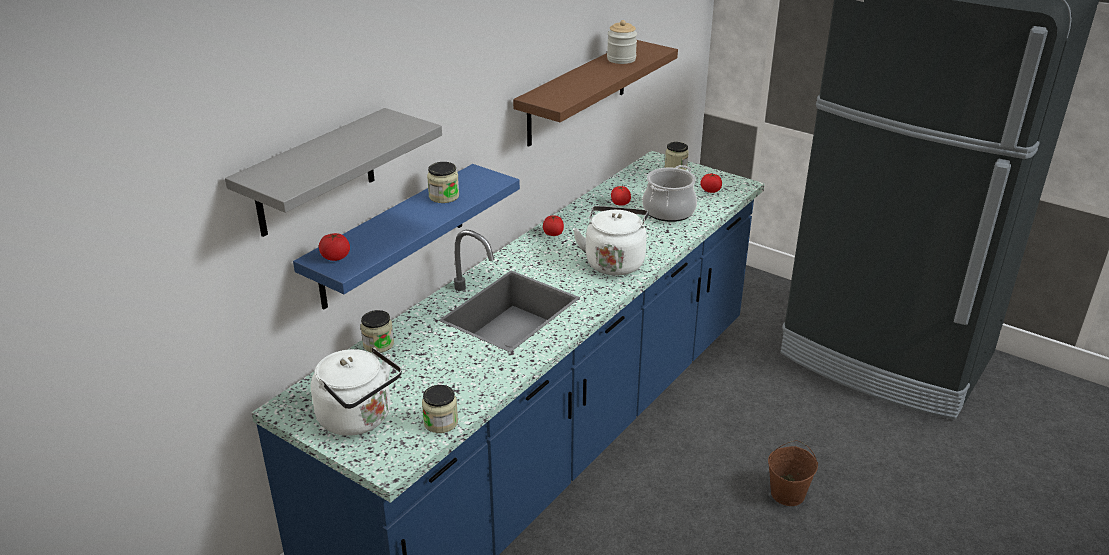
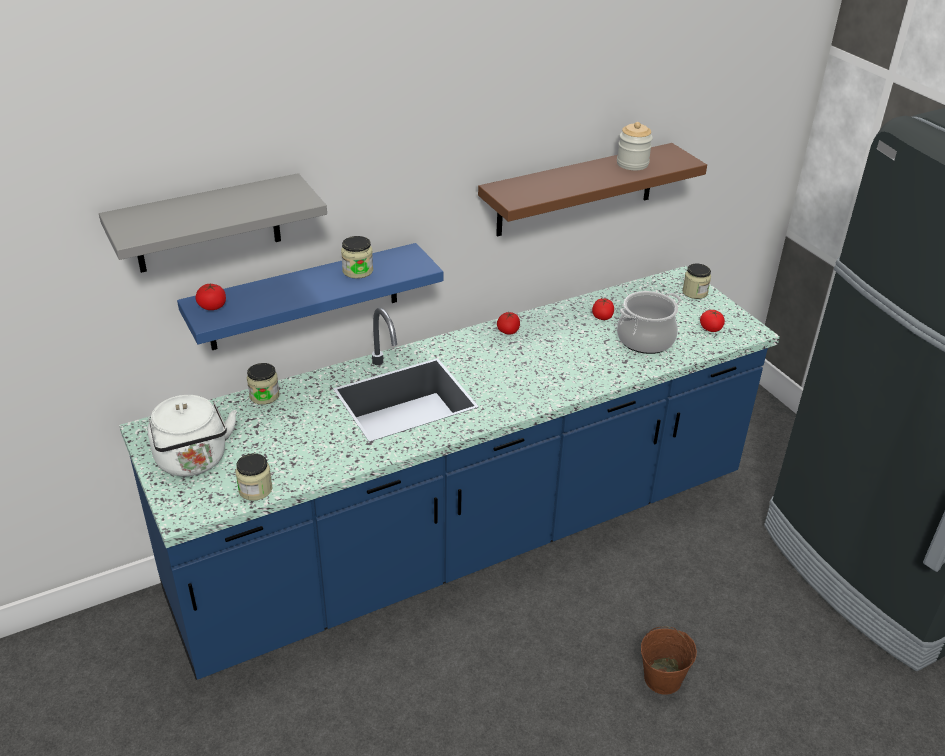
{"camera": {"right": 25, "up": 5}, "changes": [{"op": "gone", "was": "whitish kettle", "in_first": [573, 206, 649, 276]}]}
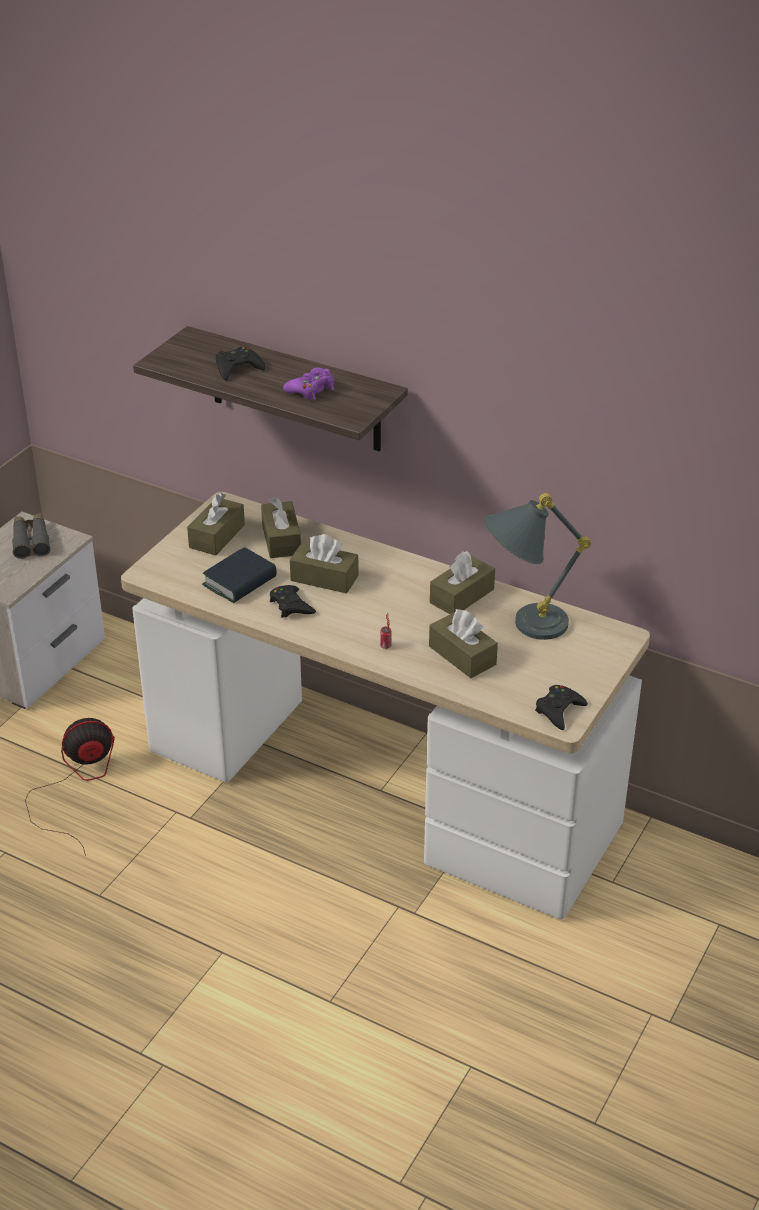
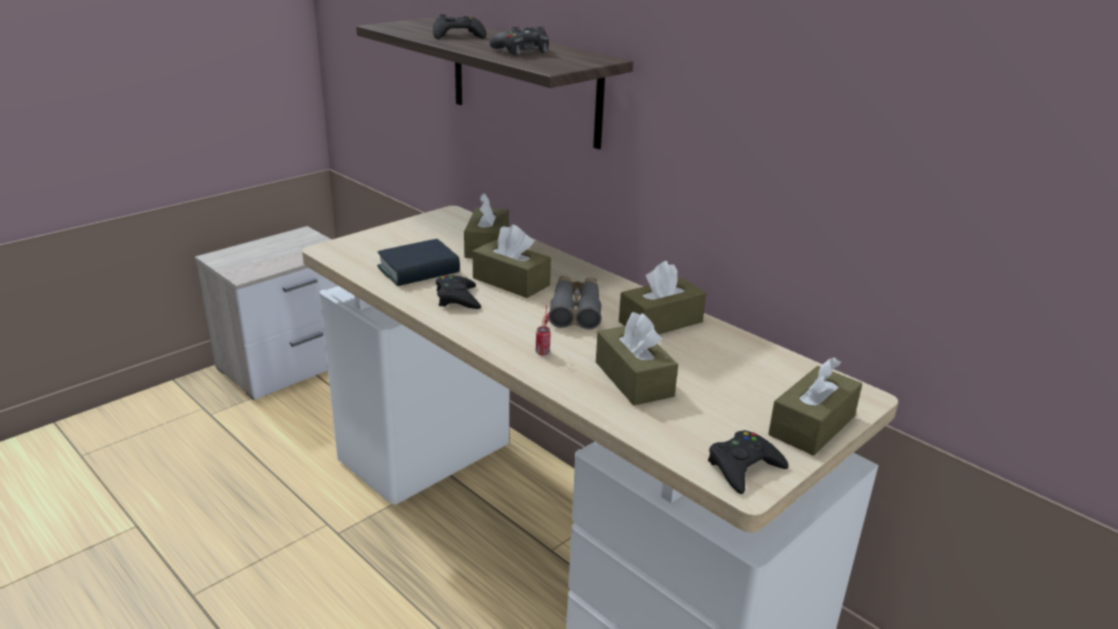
{"camera": {"right": 15, "up": -10}, "changes": [{"op": "repainted", "was": "purple-coloured game controller", "now": "blackish game controller", "in_first": [283, 367, 334, 400], "in_second": [489, 26, 549, 55]}, {"op": "shifted", "was": "gray field glasses", "in_first": [12, 513, 51, 559], "in_second": [548, 276, 602, 329]}, {"op": "shifted", "was": "brownish box of tissues", "in_first": [187, 493, 245, 555], "in_second": [768, 357, 862, 456]}, {"op": "gone", "was": "electric fan", "in_first": [25, 718, 115, 856]}, {"op": "gone", "was": "gray tabletop lamp", "in_first": [484, 493, 591, 640]}]}
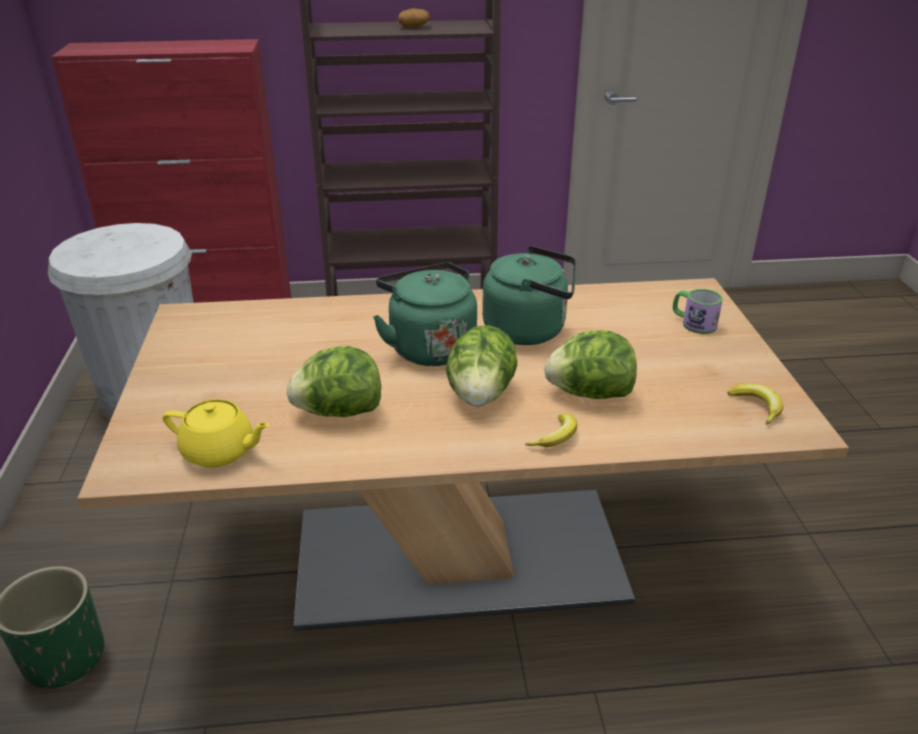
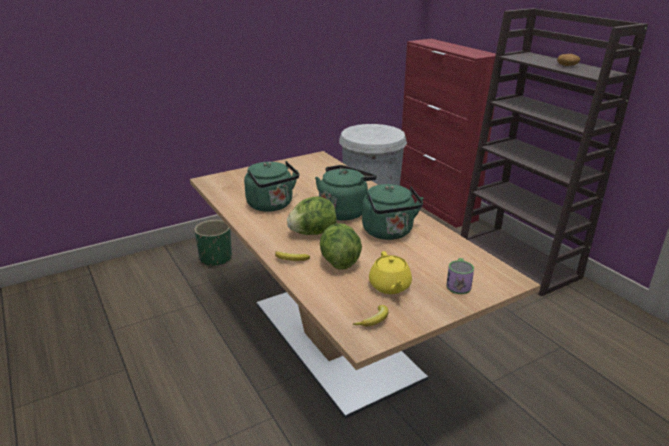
{"camera": {"right": 65, "up": -5}, "changes": [{"op": "swapped", "was": "head of lettuce", "now": "green-coloured kettle", "in_first": [287, 346, 381, 417], "in_second": [244, 161, 299, 212]}, {"op": "shifted", "was": "yellow-coloured pot for tea", "in_first": [163, 399, 270, 467], "in_second": [369, 251, 412, 294]}]}
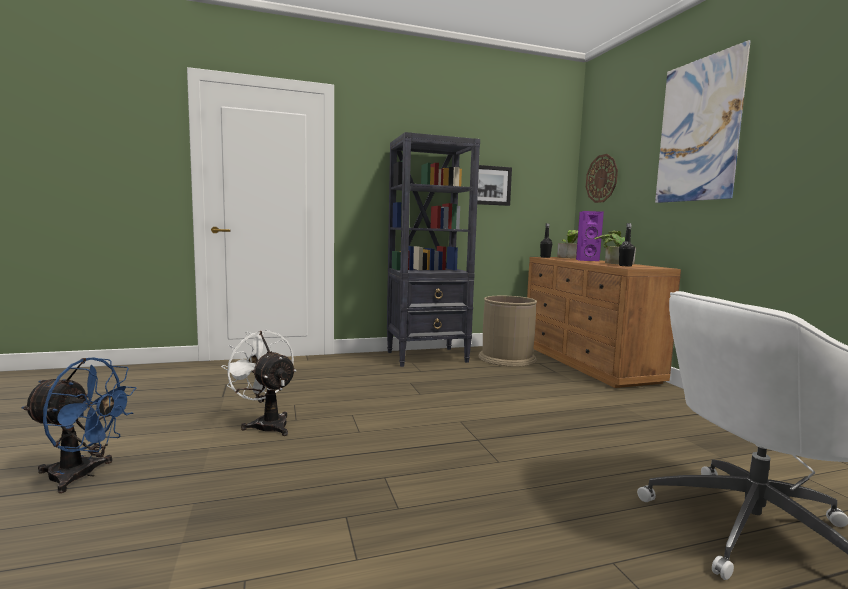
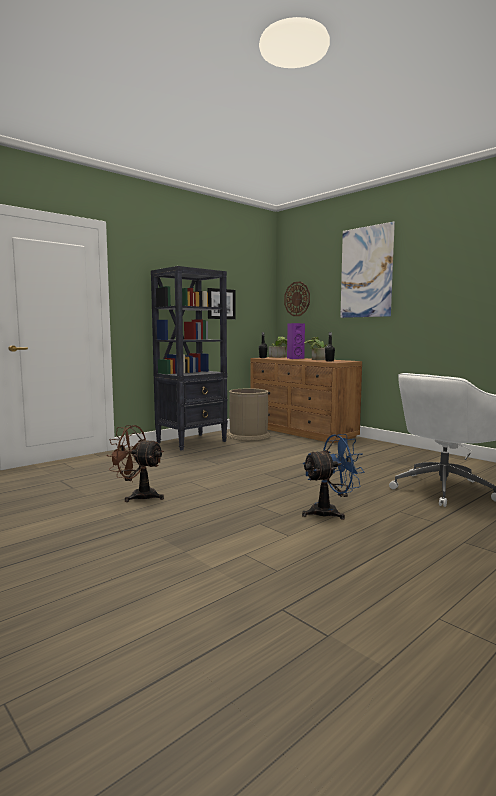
{"camera": {"right": -25, "up": 0}, "changes": [{"op": "repainted", "was": "whitish electric fan", "now": "brownish electric fan", "in_first": [221, 330, 296, 436], "in_second": [106, 425, 164, 502]}, {"op": "shifted", "was": "blue-coloured electric fan", "in_first": [22, 357, 137, 493], "in_second": [302, 434, 364, 520]}]}
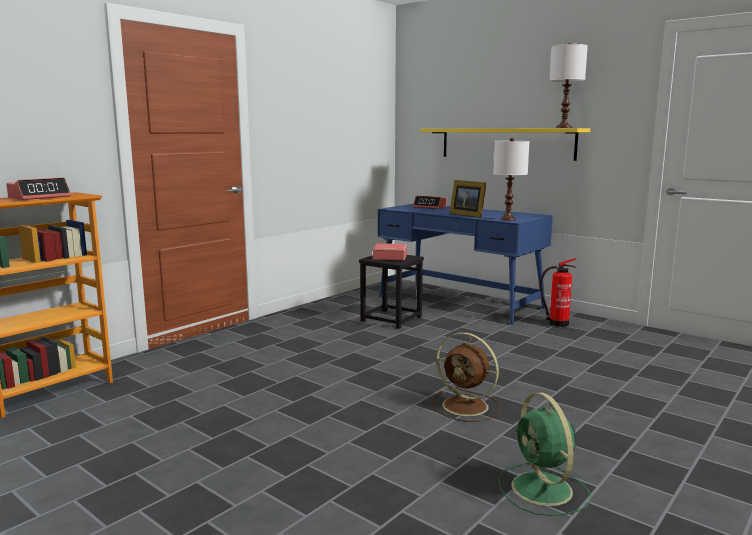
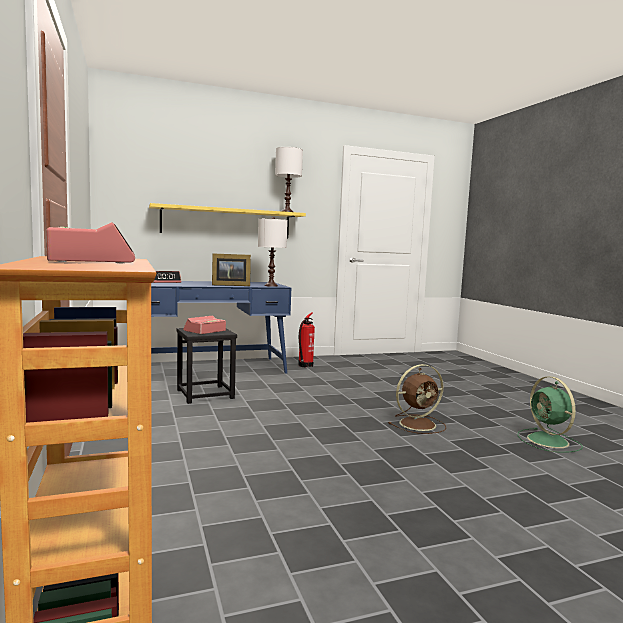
{"camera": {"right": -60, "up": -5}, "changes": [{"op": "rotated", "was": "green-coloured electric fan", "in_first": [498, 392, 591, 516], "in_second": [517, 376, 583, 453], "clockwise": 60}]}
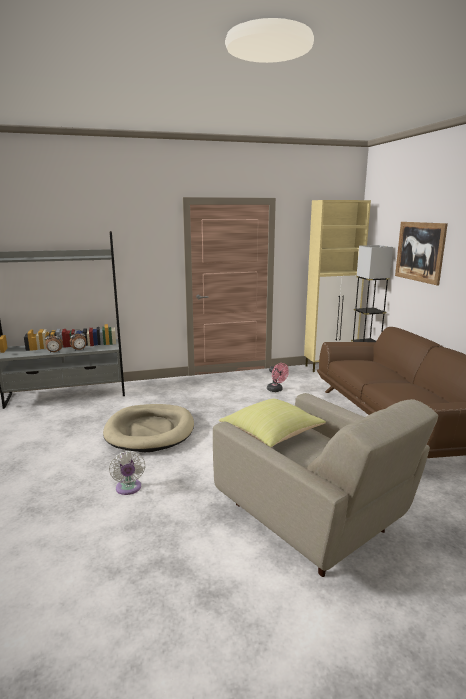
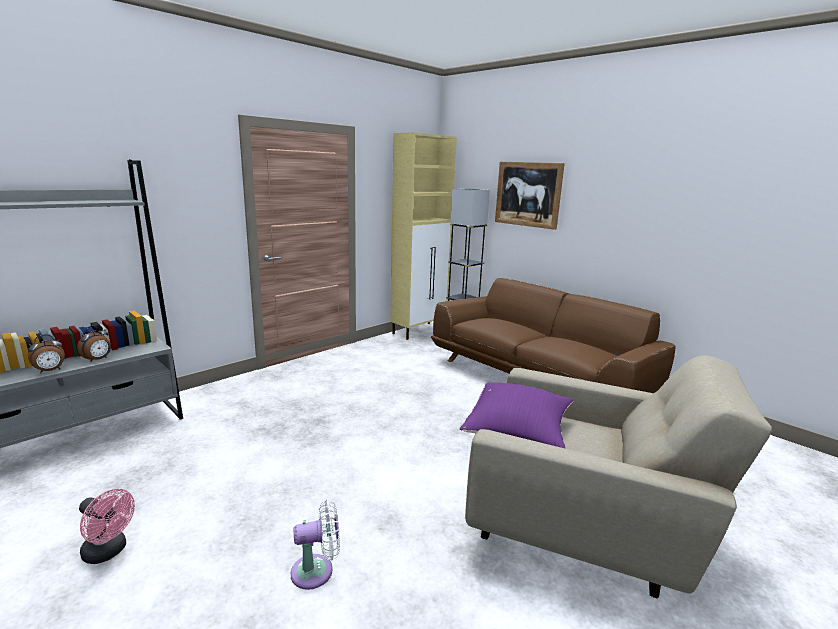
{"camera": {"right": -30, "up": 0}, "changes": [{"op": "shifted", "was": "pink electric fan", "in_first": [267, 363, 289, 392], "in_second": [79, 489, 135, 564]}, {"op": "rotated", "was": "whitish electric fan", "in_first": [109, 451, 146, 495], "in_second": [291, 500, 340, 590], "clockwise": -60}, {"op": "repainted", "was": "yellow-coloured throw pillow", "now": "purple-coloured throw pillow", "in_first": [219, 399, 326, 447], "in_second": [460, 382, 574, 449]}, {"op": "gone", "was": "beige dog cushion", "in_first": [103, 404, 194, 452]}]}
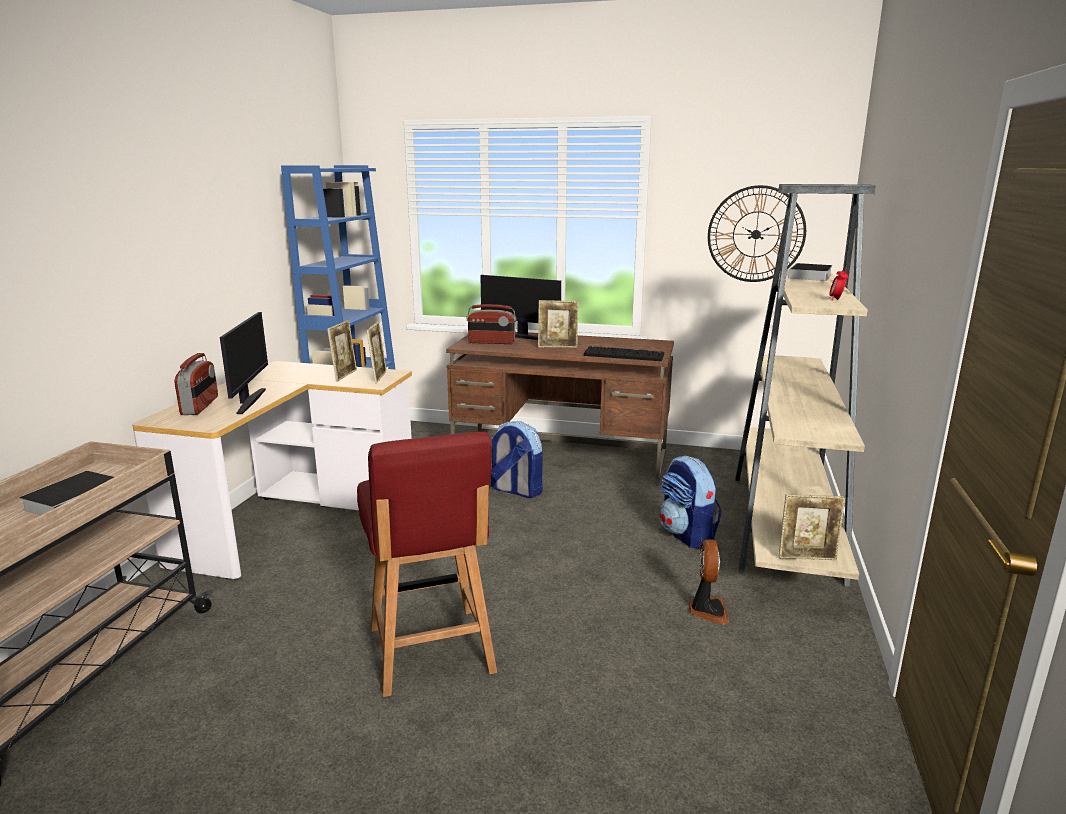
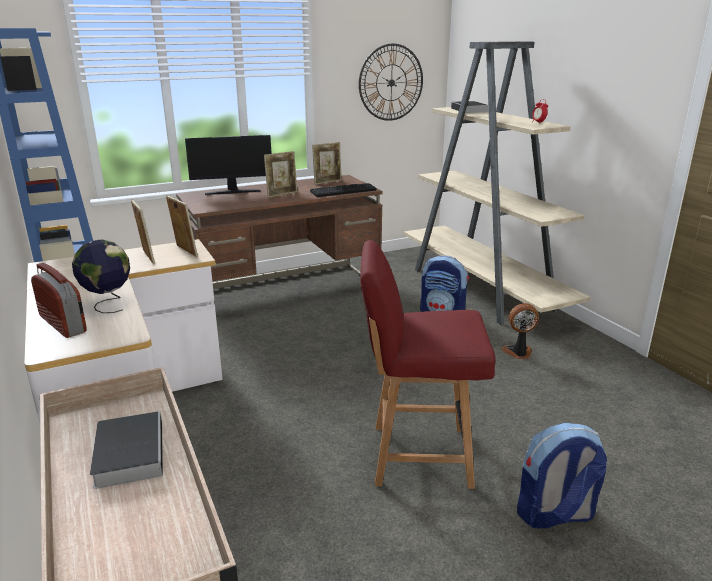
{"camera": {"right": -40, "up": 5}, "changes": [{"op": "swapped", "was": "computer display", "now": "desk globe", "in_first": [220, 312, 268, 414], "in_second": [72, 240, 130, 313]}, {"op": "shifted", "was": "standing frame", "in_first": [778, 494, 845, 560], "in_second": [312, 142, 342, 185]}, {"op": "rotated", "was": "reddish upright chair", "in_first": [357, 432, 497, 697], "in_second": [360, 240, 495, 489], "clockwise": 150}, {"op": "rotated", "was": "electric fan", "in_first": [688, 539, 729, 624], "in_second": [501, 303, 539, 359], "clockwise": -60}, {"op": "shifted", "was": "backpack", "in_first": [491, 421, 543, 498], "in_second": [517, 423, 607, 529]}, {"op": "gone", "was": "radio", "in_first": [467, 304, 516, 344]}]}
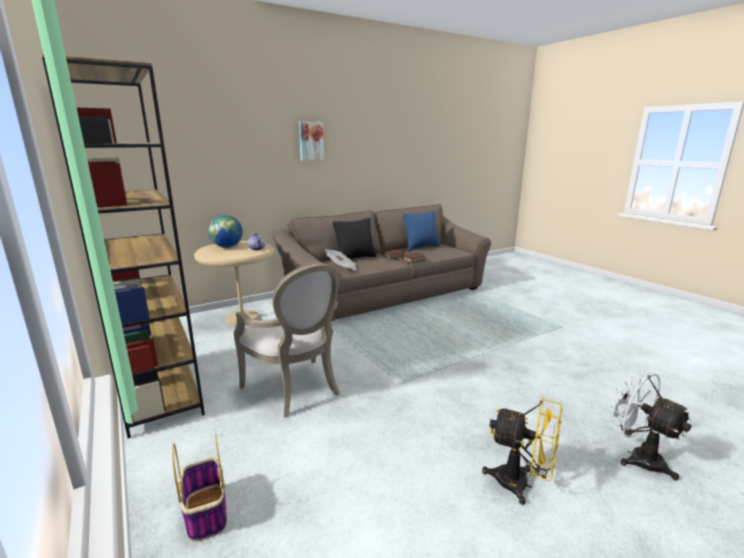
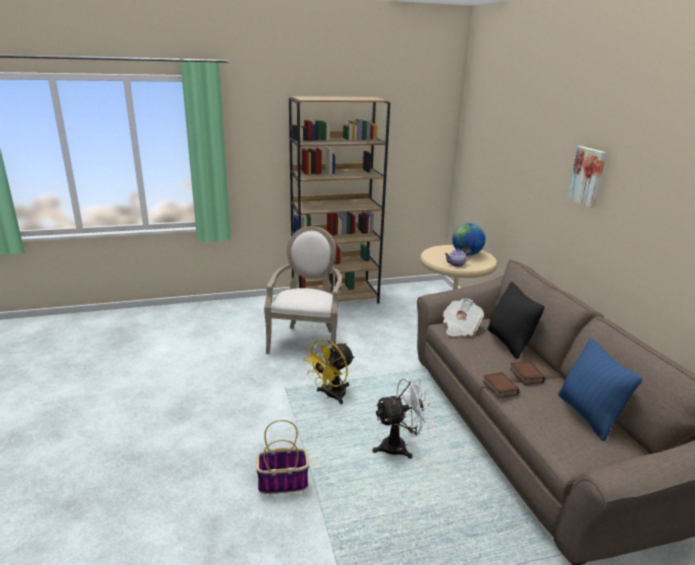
{"camera": {"right": 105, "up": 5}, "changes": [{"op": "shifted", "was": "basket", "in_first": [172, 434, 227, 542], "in_second": [256, 420, 309, 494]}, {"op": "rotated", "was": "armchair", "in_first": [234, 262, 340, 417], "in_second": [264, 226, 342, 354], "clockwise": 120}, {"op": "shifted", "was": "yellow-coloured electric fan", "in_first": [482, 397, 562, 505], "in_second": [303, 339, 355, 404]}, {"op": "shifted", "was": "whitish electric fan", "in_first": [608, 368, 692, 481], "in_second": [372, 378, 433, 459]}]}
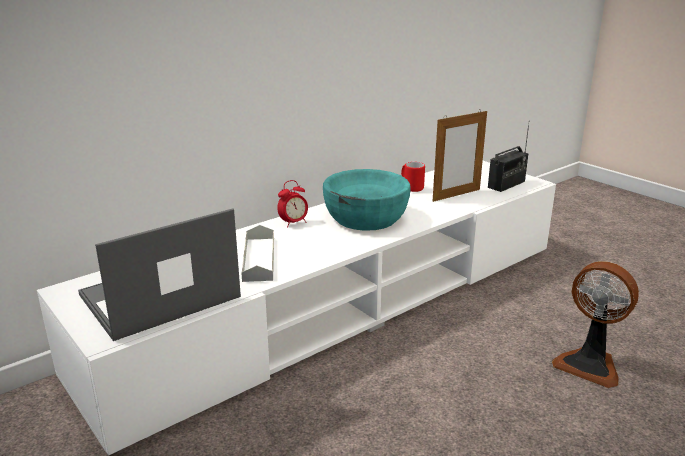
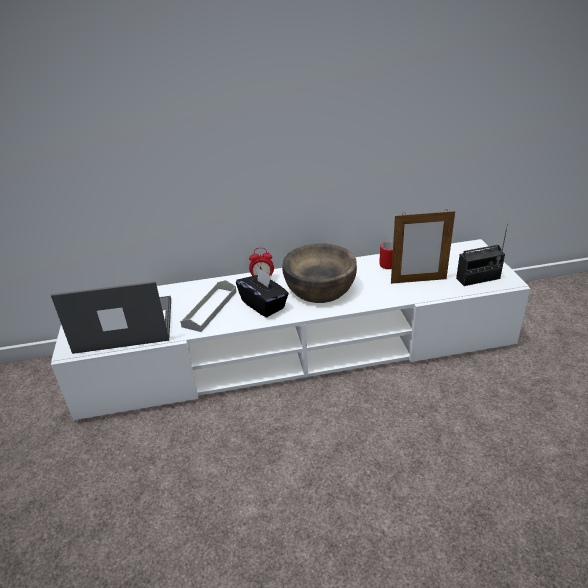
{"camera": {"right": 30, "up": 10}, "changes": [{"op": "new", "now": "blackish box of tissues", "in_second": [236, 268, 289, 317]}, {"op": "repainted", "was": "turquoise-coloured serving bowl", "now": "brownish serving bowl", "in_first": [323, 169, 411, 231], "in_second": [282, 244, 357, 303]}, {"op": "gone", "was": "electric fan", "in_first": [552, 261, 639, 388]}]}
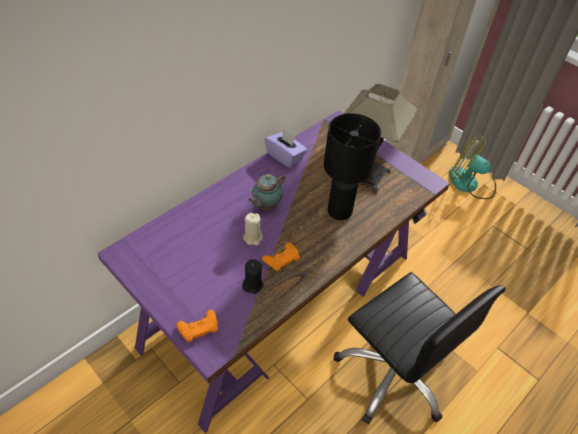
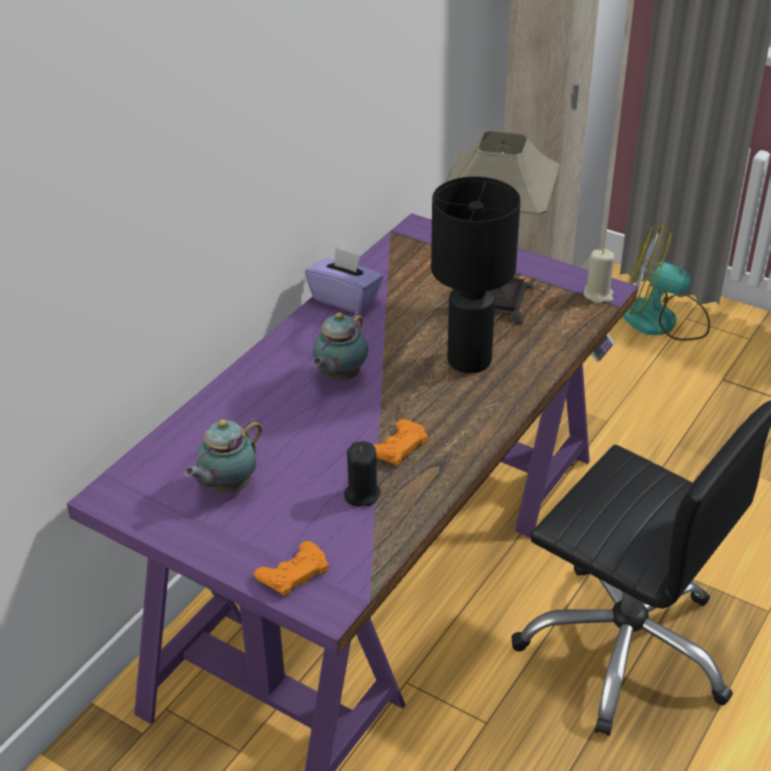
{"camera": {"right": -10, "up": -10}, "changes": [{"op": "new", "now": "pot for tea", "in_second": [184, 417, 262, 493]}, {"op": "shifted", "was": "beige wax light", "in_first": [243, 213, 263, 245], "in_second": [584, 249, 615, 303]}]}
